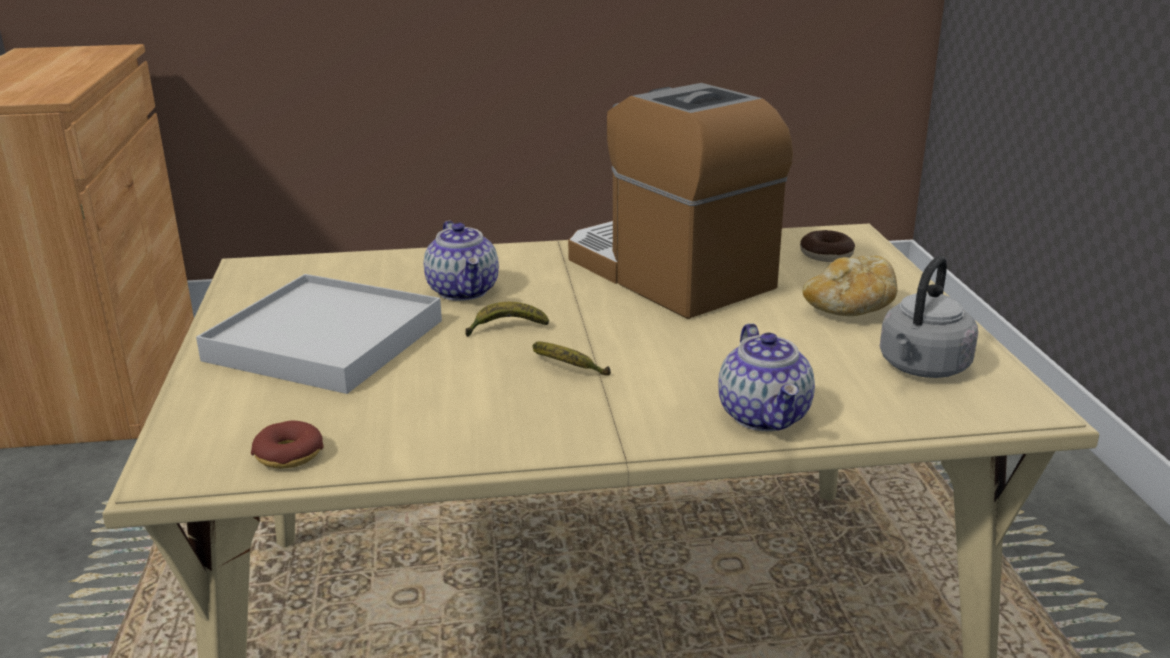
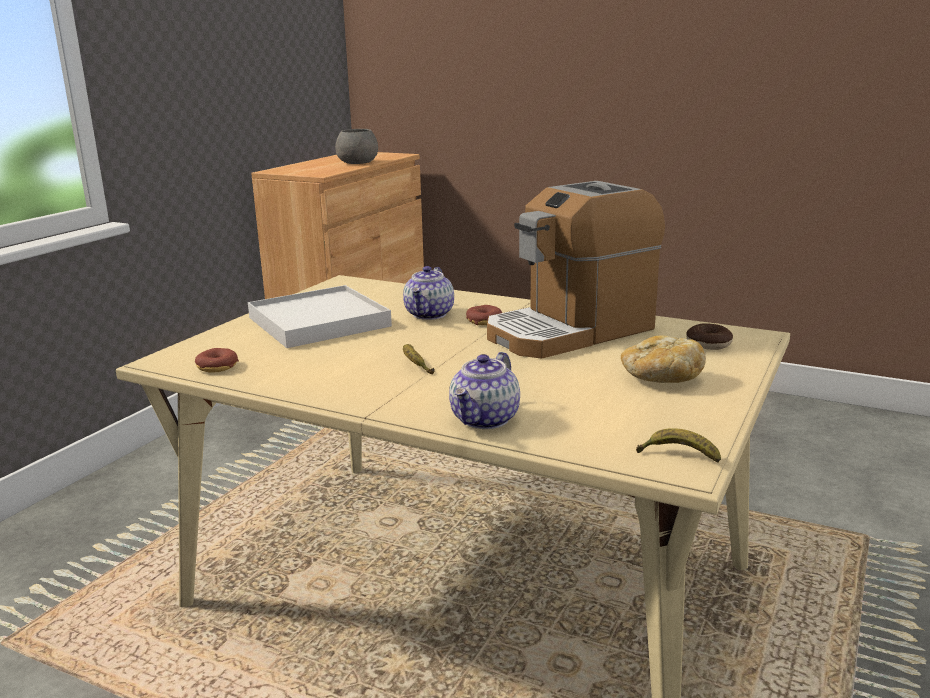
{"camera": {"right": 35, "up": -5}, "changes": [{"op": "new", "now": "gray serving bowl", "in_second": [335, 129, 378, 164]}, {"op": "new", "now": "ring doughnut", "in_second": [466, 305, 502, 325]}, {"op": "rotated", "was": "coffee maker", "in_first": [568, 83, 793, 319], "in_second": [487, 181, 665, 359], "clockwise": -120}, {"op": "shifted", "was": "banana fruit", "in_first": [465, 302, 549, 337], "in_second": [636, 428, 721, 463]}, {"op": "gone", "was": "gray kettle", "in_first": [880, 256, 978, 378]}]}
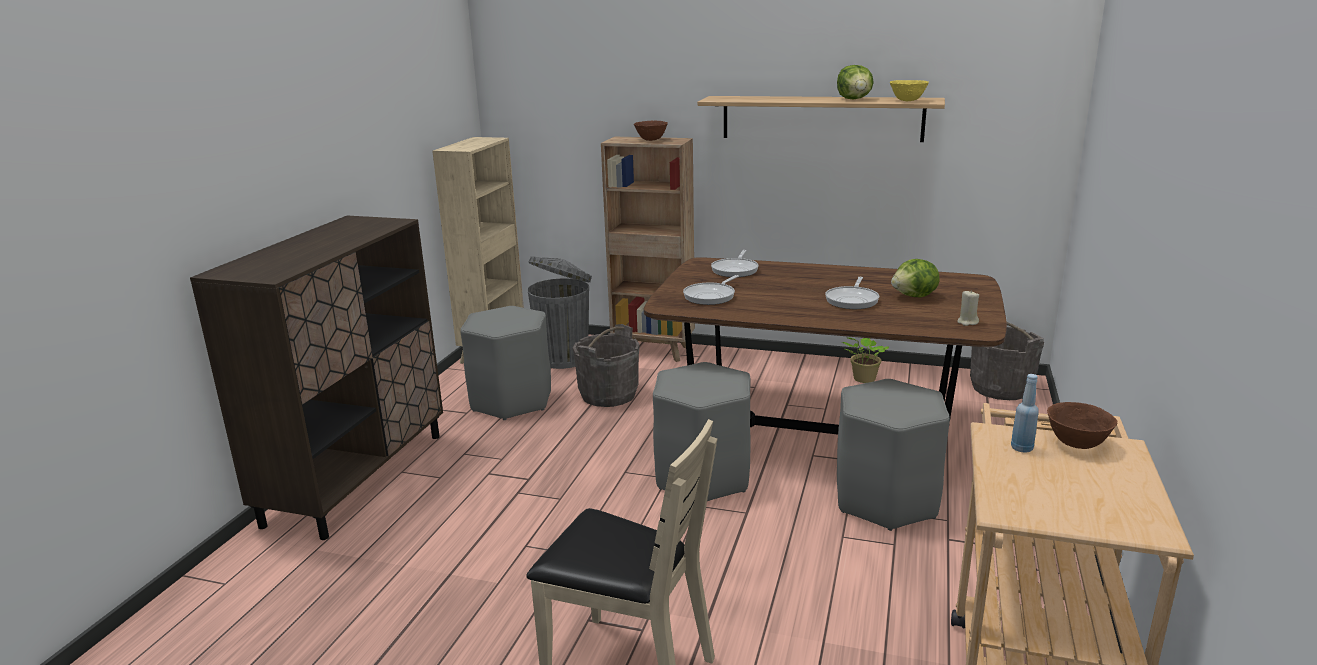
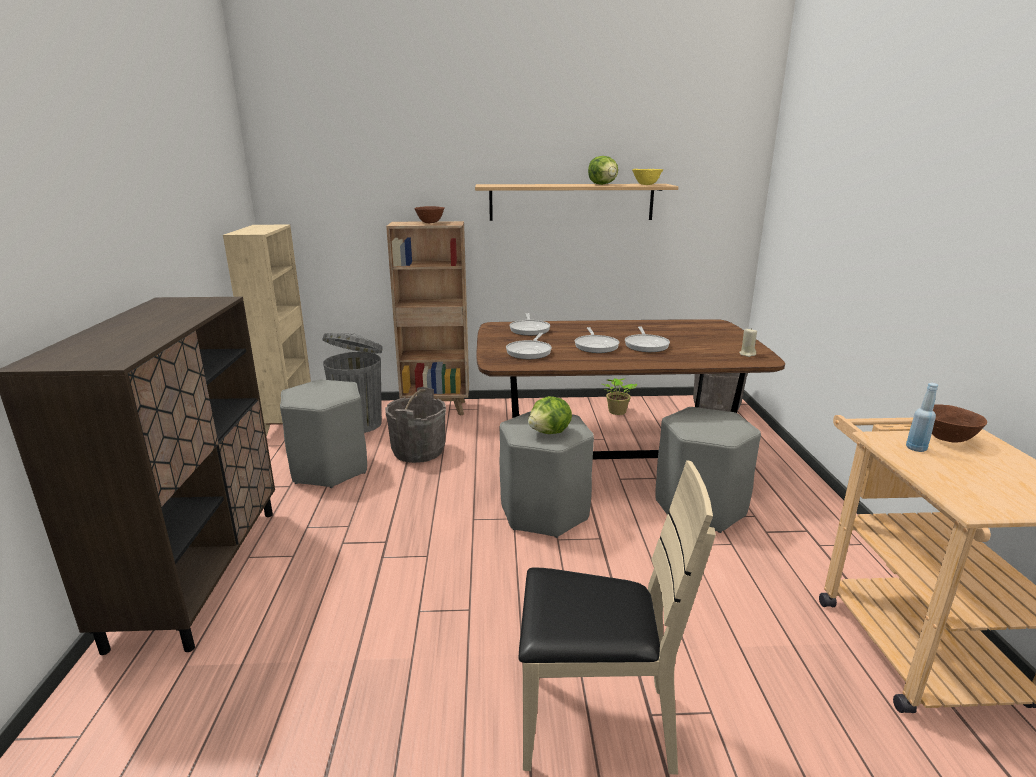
{"camera": {"right": -20, "up": 0}, "changes": [{"op": "shifted", "was": "head of lettuce", "in_first": [891, 259, 940, 297], "in_second": [528, 396, 572, 434]}, {"op": "new", "now": "skillet", "in_second": [575, 327, 619, 353]}]}
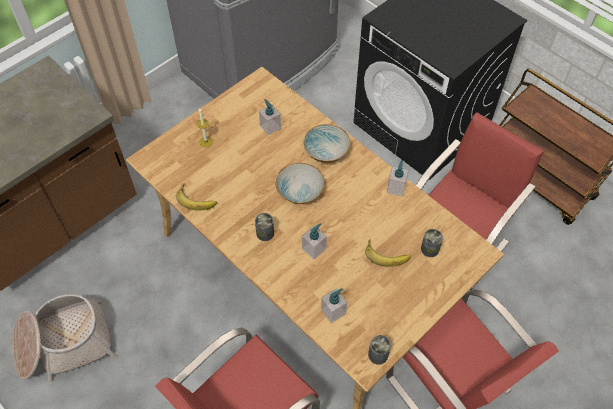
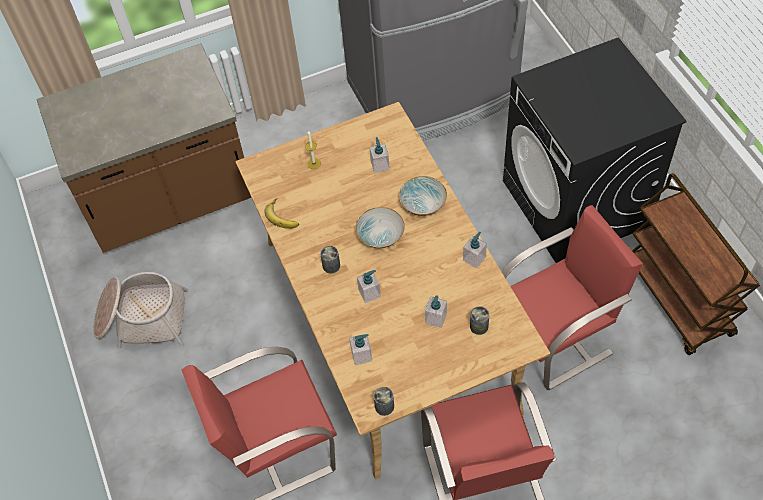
{"camera": {"right": 25, "up": 0}, "changes": [{"op": "swapped", "was": "banana fruit", "now": "soap dispenser", "in_first": [365, 239, 411, 267], "in_second": [425, 295, 447, 328]}]}
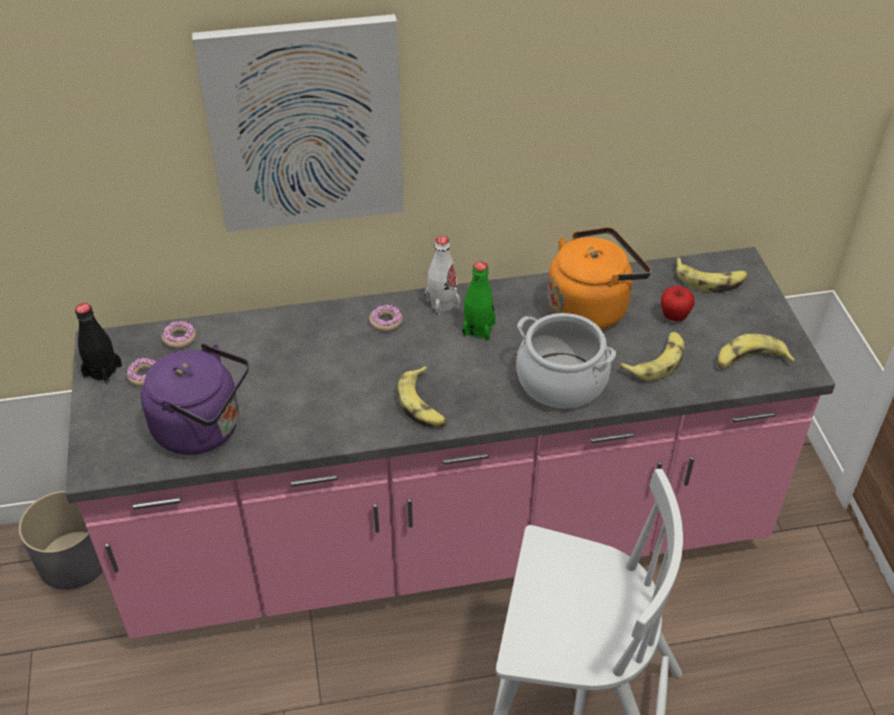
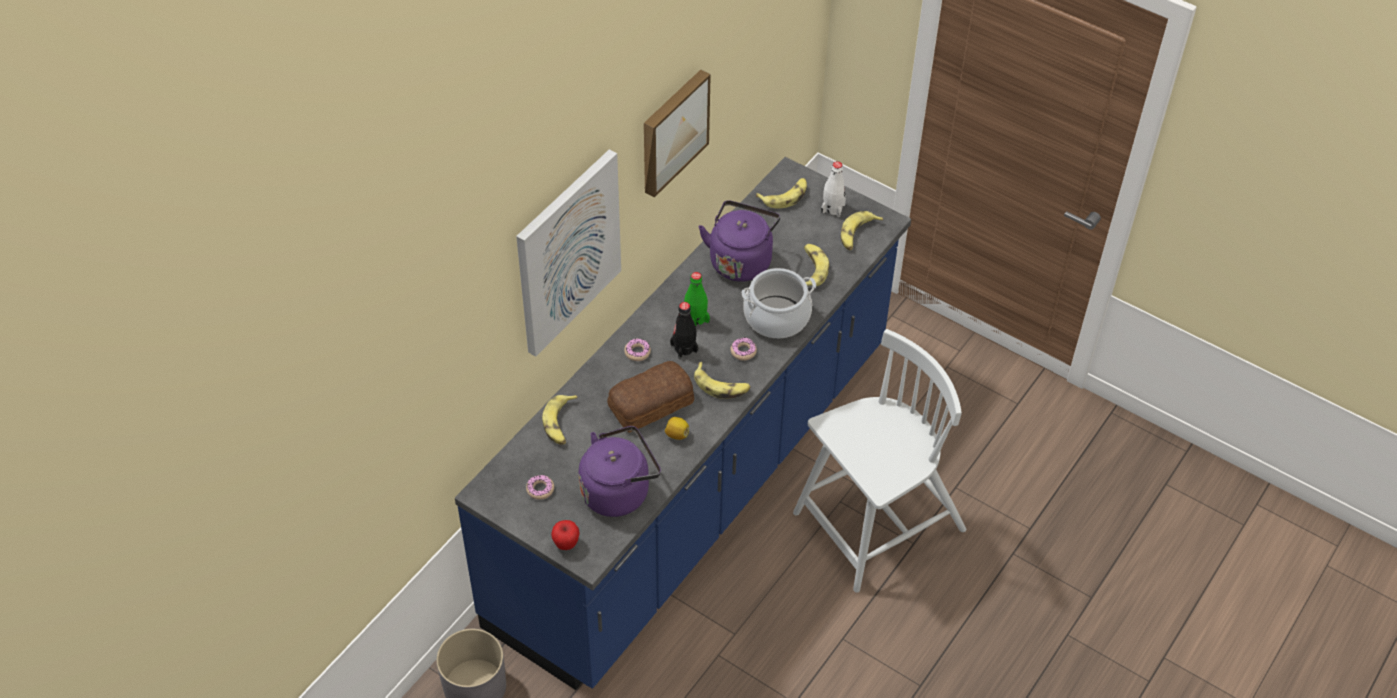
{"camera": {"right": -45, "up": 5}, "changes": [{"op": "repainted", "was": "pink kitchen counter", "now": "blue-coloured kitchen counter", "in_first": [66, 247, 835, 639], "in_second": [455, 157, 911, 690]}, {"op": "new", "now": "banana fruit", "in_second": [542, 395, 578, 445]}, {"op": "shifted", "was": "apple fruit", "in_first": [661, 286, 695, 321], "in_second": [551, 520, 580, 550]}, {"op": "new", "now": "bread", "in_second": [607, 361, 694, 433]}, {"op": "new", "now": "wall art", "in_second": [644, 70, 711, 198]}, {"op": "new", "now": "citrus fruit", "in_second": [665, 417, 689, 440]}, {"op": "shifted", "was": "blackish beverage bottle", "in_first": [75, 303, 122, 384], "in_second": [670, 302, 698, 359]}, {"op": "repainted", "was": "orange-coloured kettle", "now": "purple-coloured kettle", "in_first": [547, 227, 651, 330], "in_second": [699, 200, 780, 282]}, {"op": "shifted", "was": "ring doughnut", "in_first": [162, 321, 196, 349], "in_second": [730, 338, 757, 361]}, {"op": "shifted", "was": "whitish beverage bottle", "in_first": [425, 236, 460, 315], "in_second": [821, 161, 846, 218]}]}
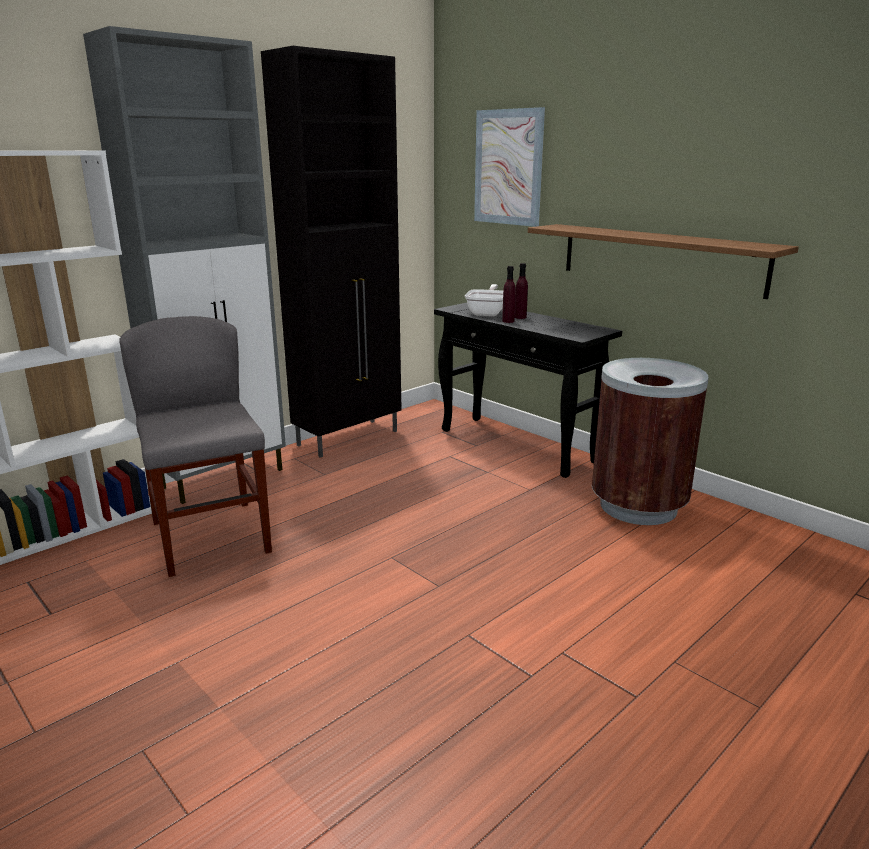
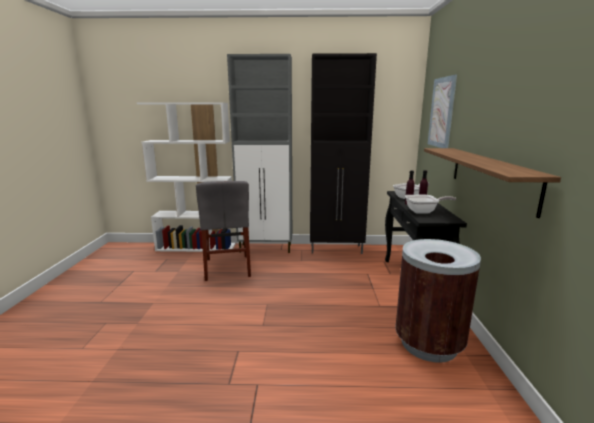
{"camera": {"right": 45, "up": -5}, "changes": [{"op": "rotated", "was": "gray upright chair", "in_first": [119, 316, 272, 577], "in_second": [196, 181, 251, 281], "clockwise": 150}, {"op": "new", "now": "skillet", "in_second": [405, 195, 456, 213]}]}
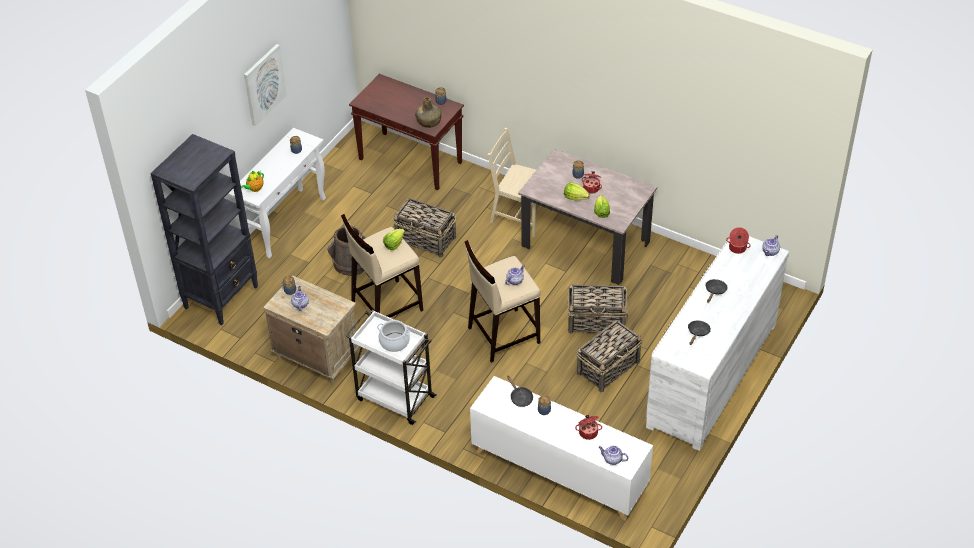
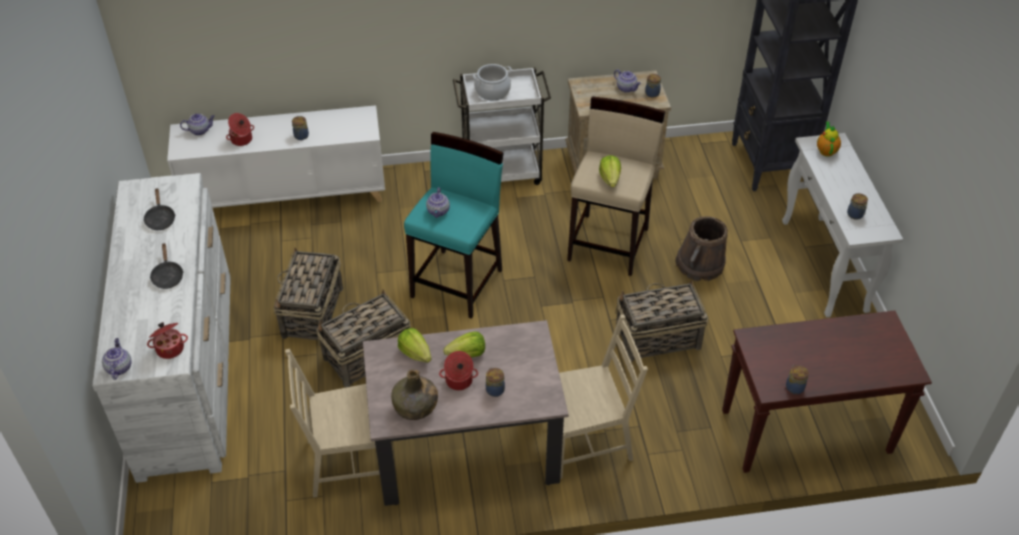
{"camera": {"right": 140, "up": 0}, "changes": [{"op": "new", "now": "beige upright chair", "in_second": [285, 349, 380, 498]}, {"op": "shifted", "was": "green-coloured beverage bottle", "in_first": [415, 97, 441, 128], "in_second": [391, 369, 438, 420]}, {"op": "repainted", "was": "beige sitting stool", "now": "turquoise-coloured sitting stool", "in_first": [465, 240, 541, 363], "in_second": [404, 132, 504, 319]}, {"op": "gone", "was": "wall art", "in_first": [244, 44, 287, 126]}, {"op": "gone", "was": "blackish skillet", "in_first": [507, 376, 533, 407]}]}
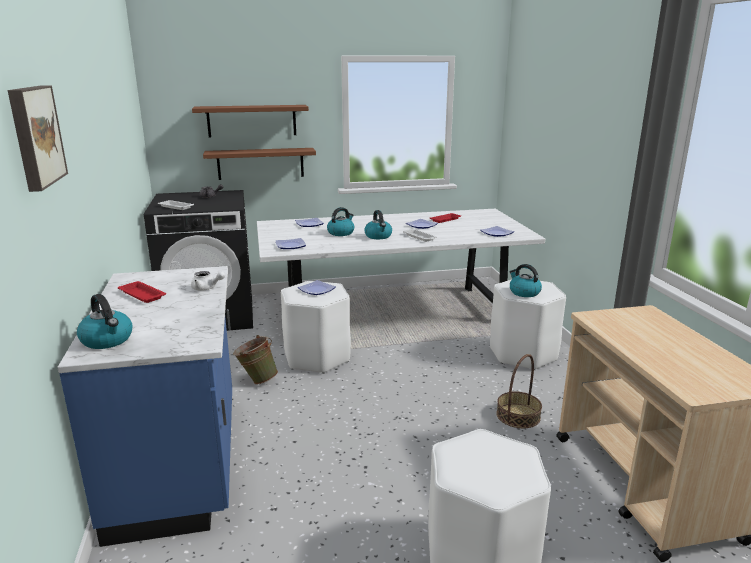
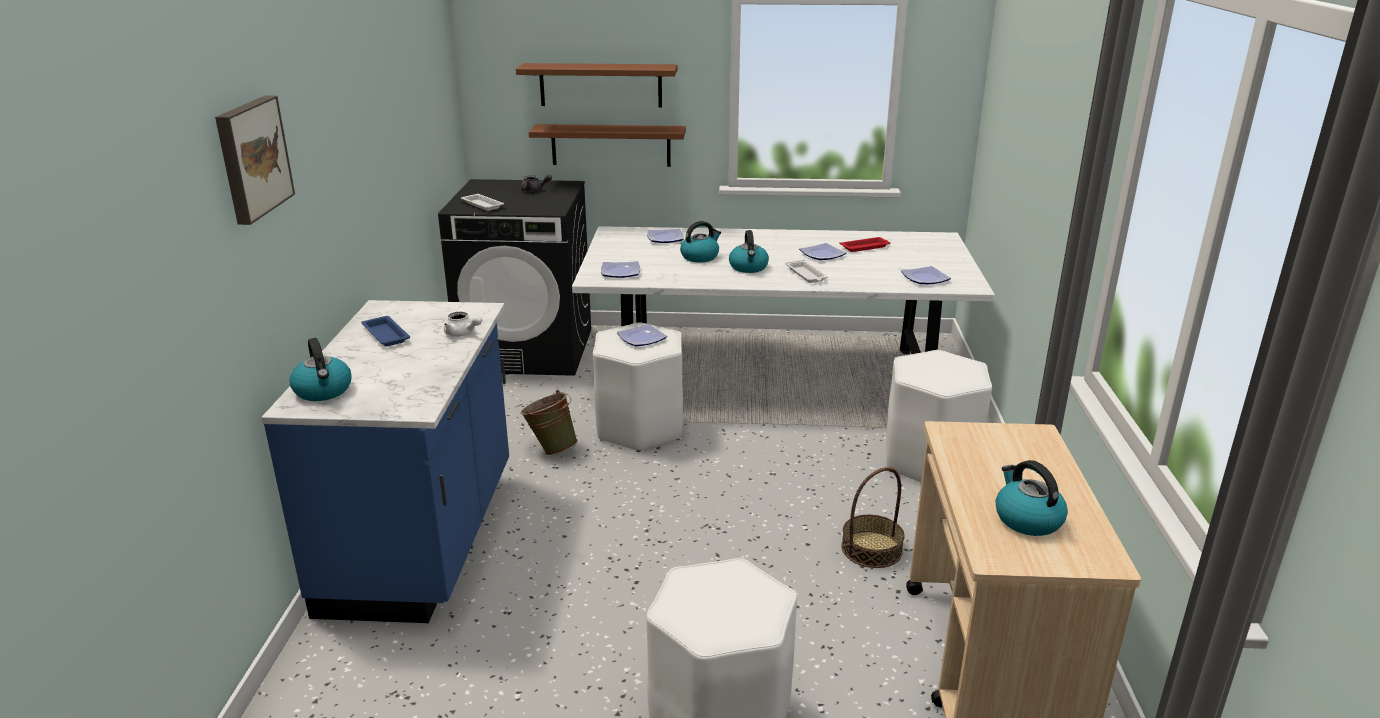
{"camera": {"right": 15, "up": 5}, "changes": [{"op": "repainted", "was": "reddish tray", "now": "blue-coloured tray", "in_first": [118, 281, 166, 303], "in_second": [361, 316, 410, 346]}, {"op": "shifted", "was": "kettle", "in_first": [509, 264, 542, 297], "in_second": [996, 460, 1068, 536]}]}
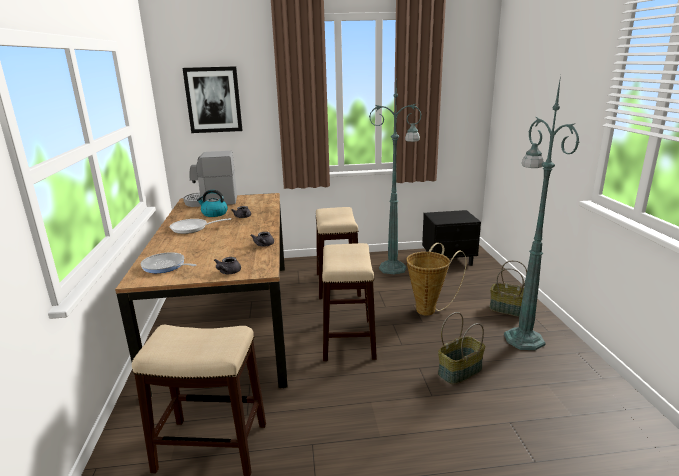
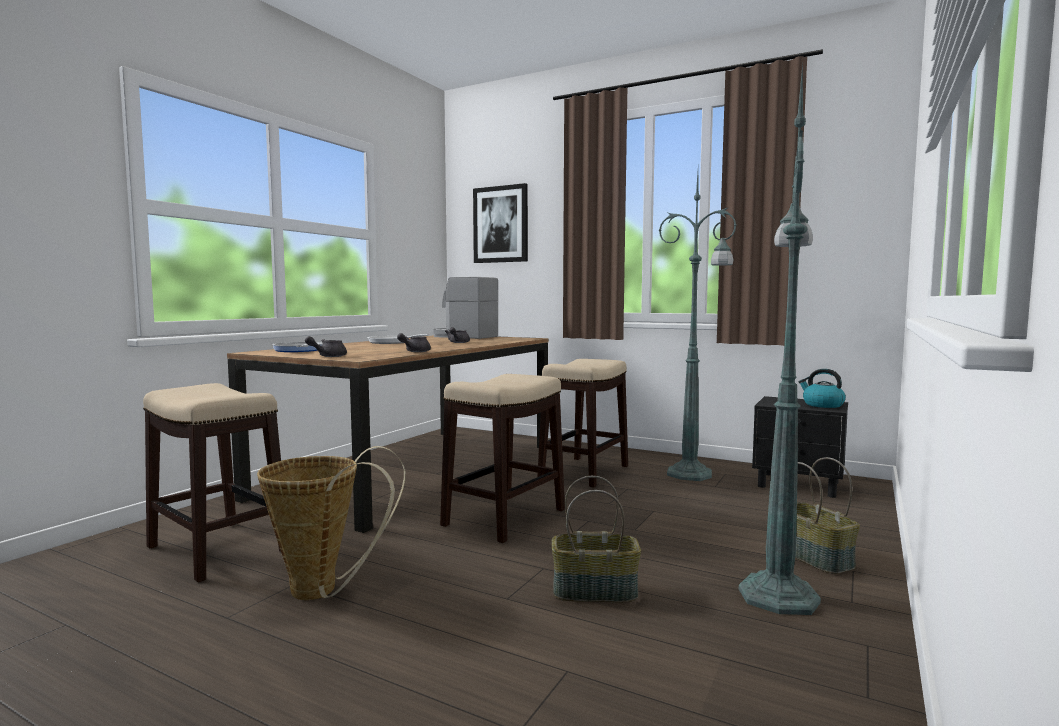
{"camera": {"right": 35, "up": -15}, "changes": [{"op": "shifted", "was": "basket", "in_first": [407, 243, 467, 316], "in_second": [257, 446, 406, 600]}, {"op": "shifted", "was": "kettle", "in_first": [197, 190, 228, 217], "in_second": [799, 369, 846, 408]}]}
